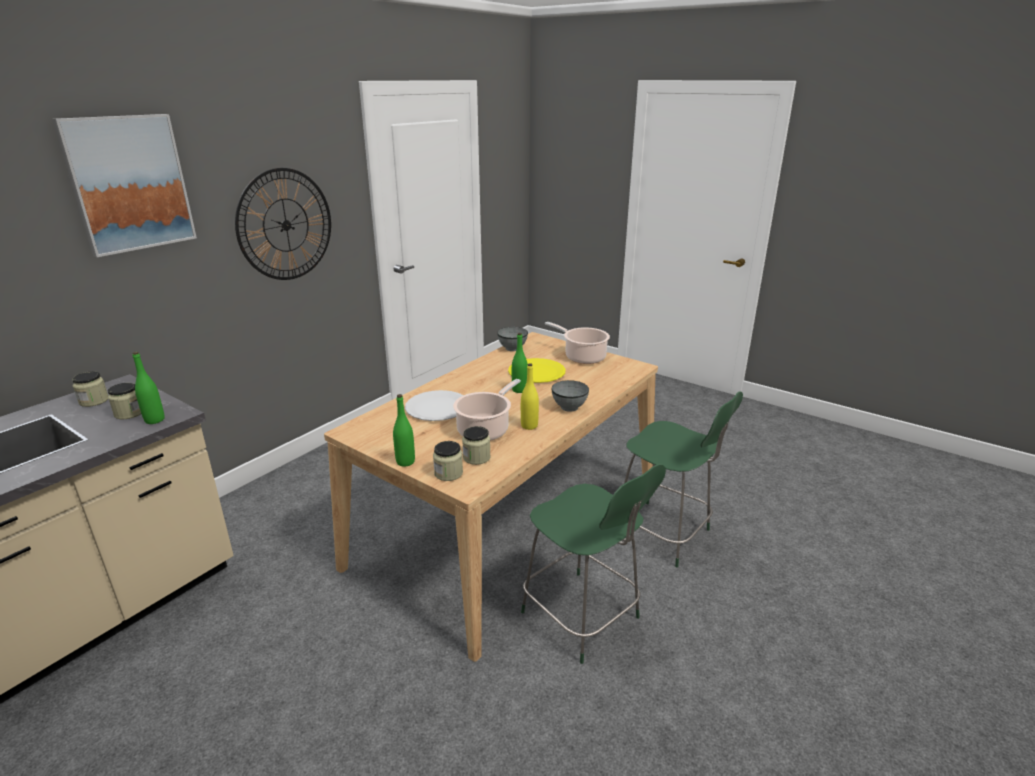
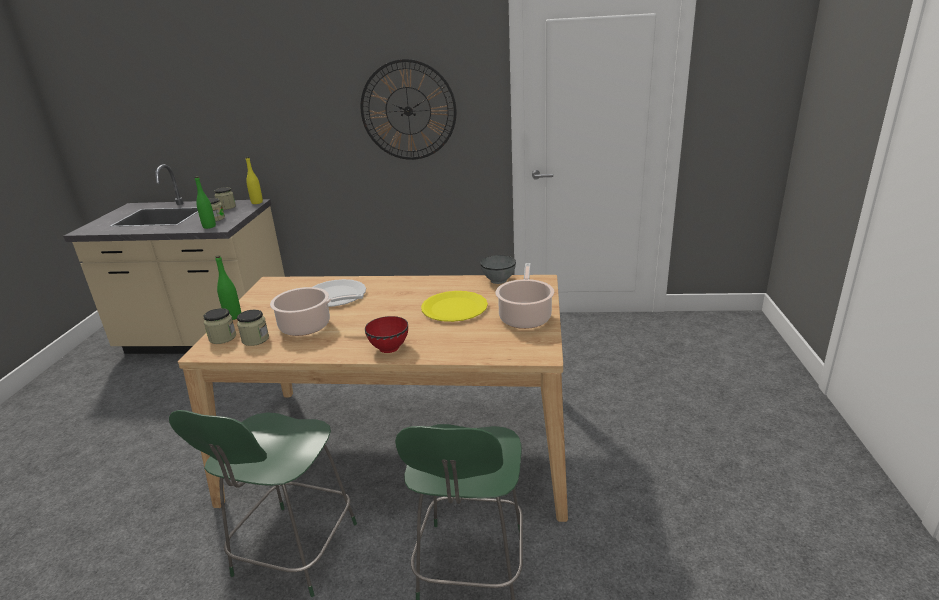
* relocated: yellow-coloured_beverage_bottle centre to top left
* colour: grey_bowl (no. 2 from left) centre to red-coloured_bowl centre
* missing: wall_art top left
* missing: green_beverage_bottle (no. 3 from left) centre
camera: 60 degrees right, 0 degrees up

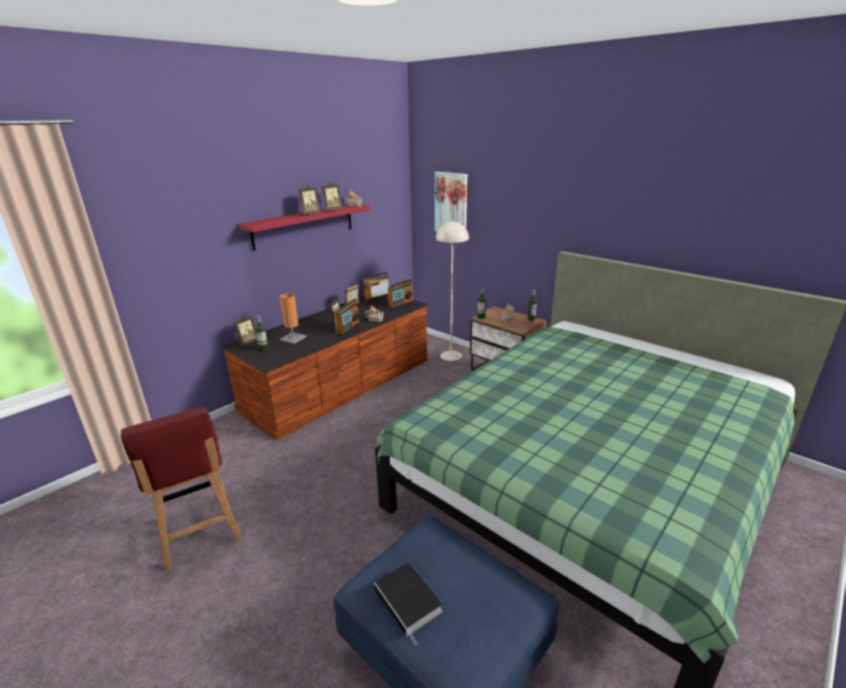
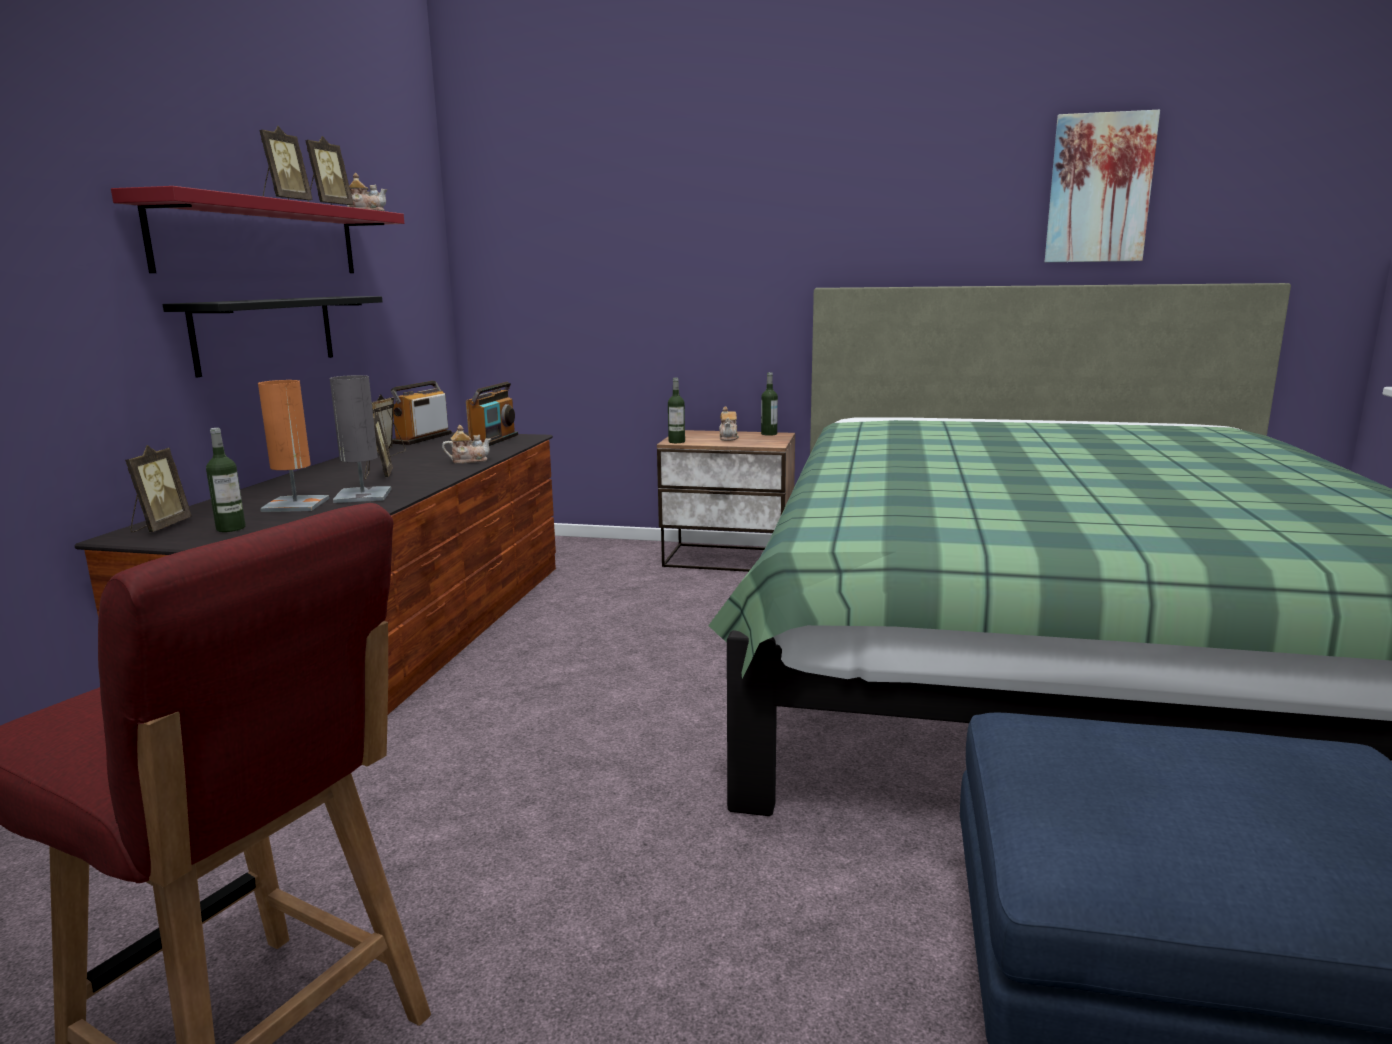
* appeared: black-coloured_shelf top left
* appeared: grey_tabletop_lamp middle left
* relocated: wall_art top centre to top right
* missing: radio_receiver (no. 1 from left) centre
* missing: bound_book bottom centre
* missing: beige-coloured_floor_lamp centre
camera: 30 degrees left, 10 degrees down

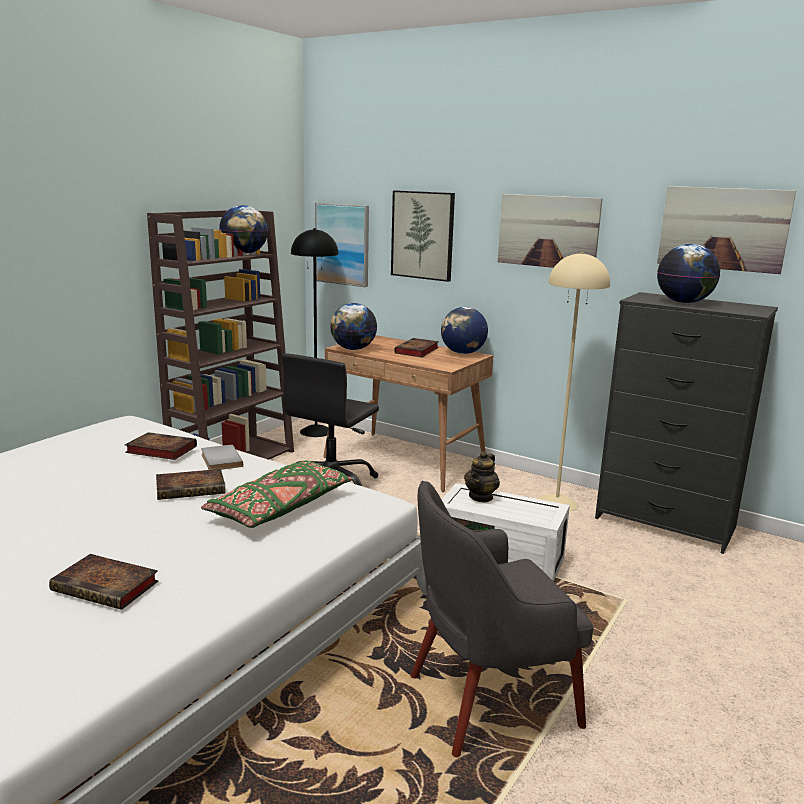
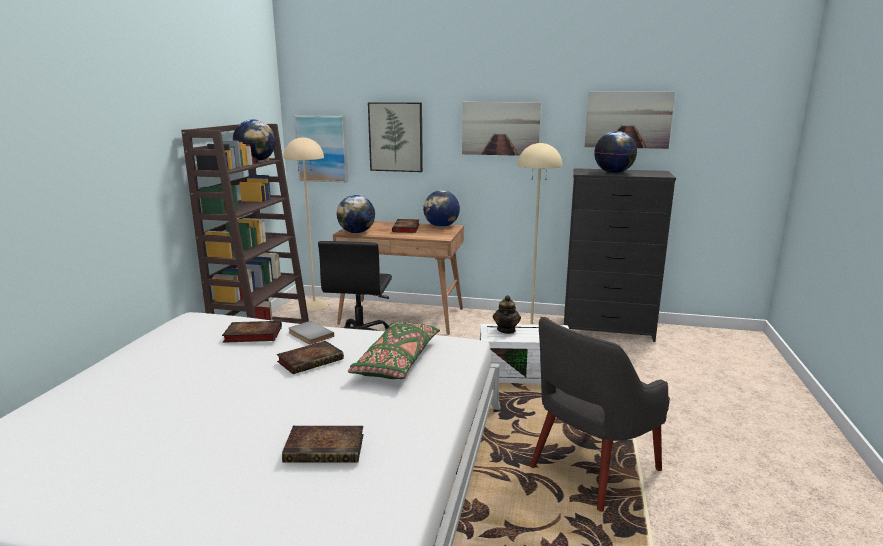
* colour: black-coloured_floor_lamp centre to beige-coloured_floor_lamp (no. 1 from left) centre
camera: 20 degrees left, 0 degrees up

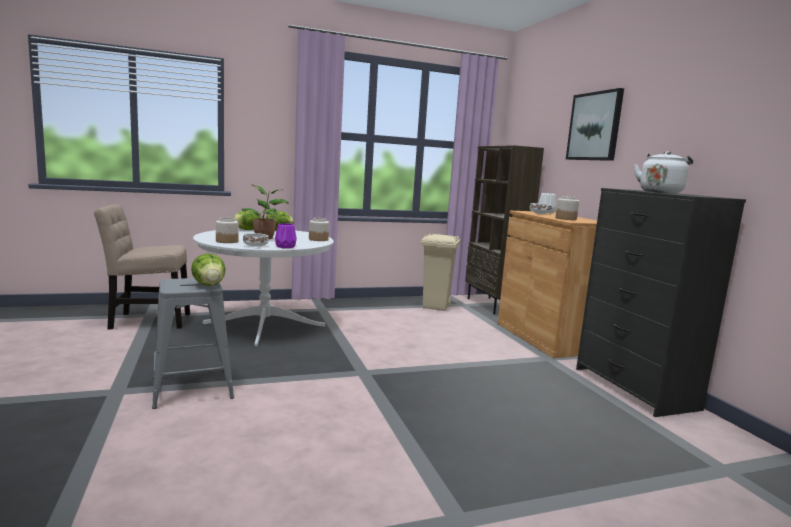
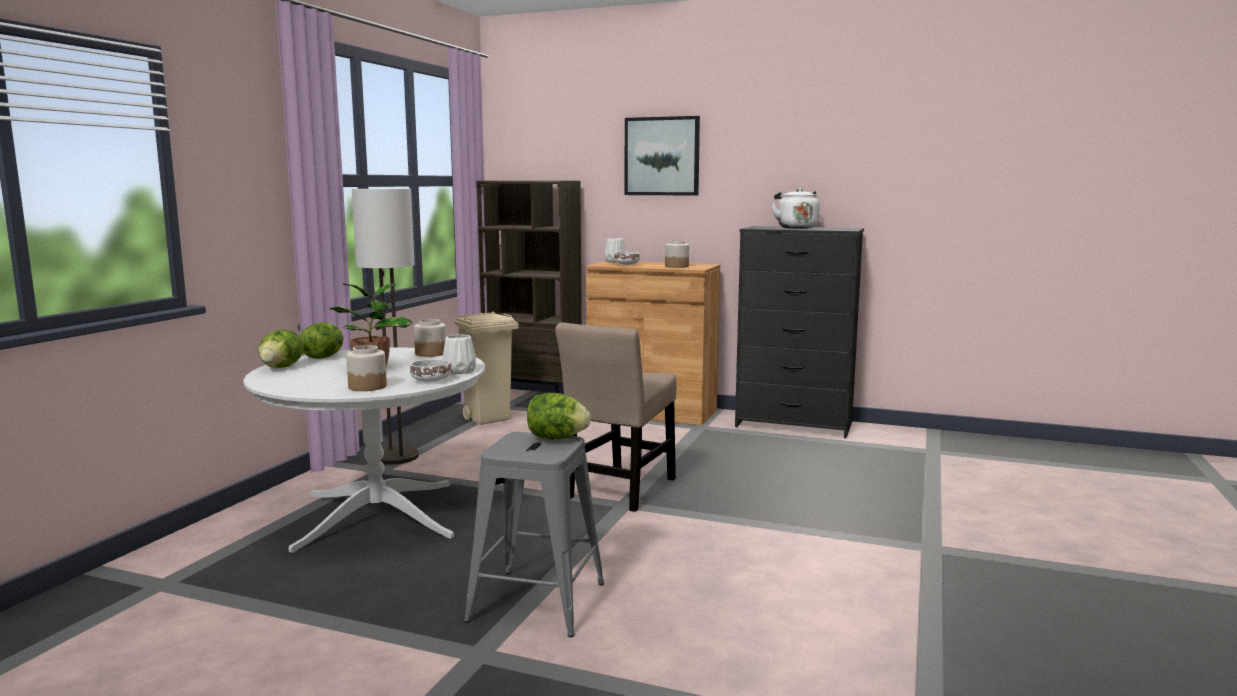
* appeared: floor_lamp middle left
* colour: purple-coloured_vase centre to whitish_vase (no. 1 from left) centre
* relocated: beige-coloured_chair middle left to centre
camera: 50 degrees left, 0 degrees up

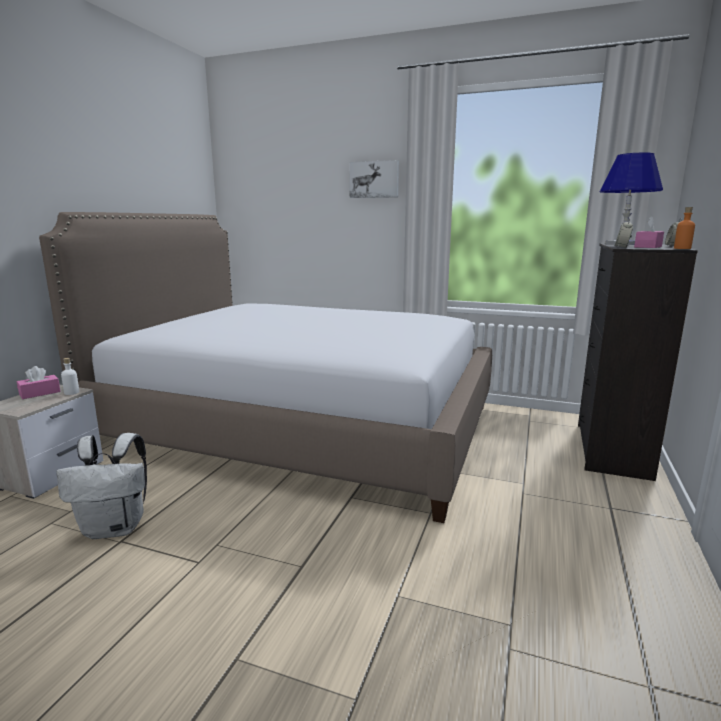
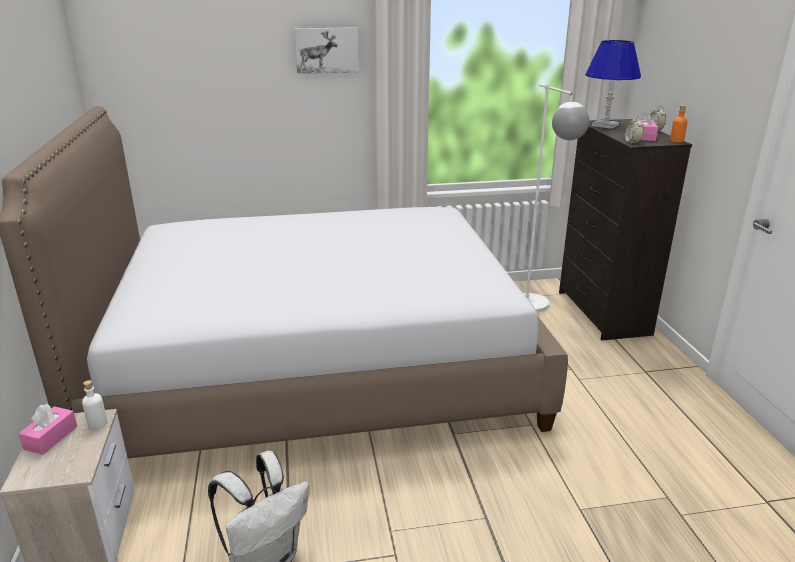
* appeared: whitish_floor_lamp middle right
camera: 30 degrees left, 10 degrees up

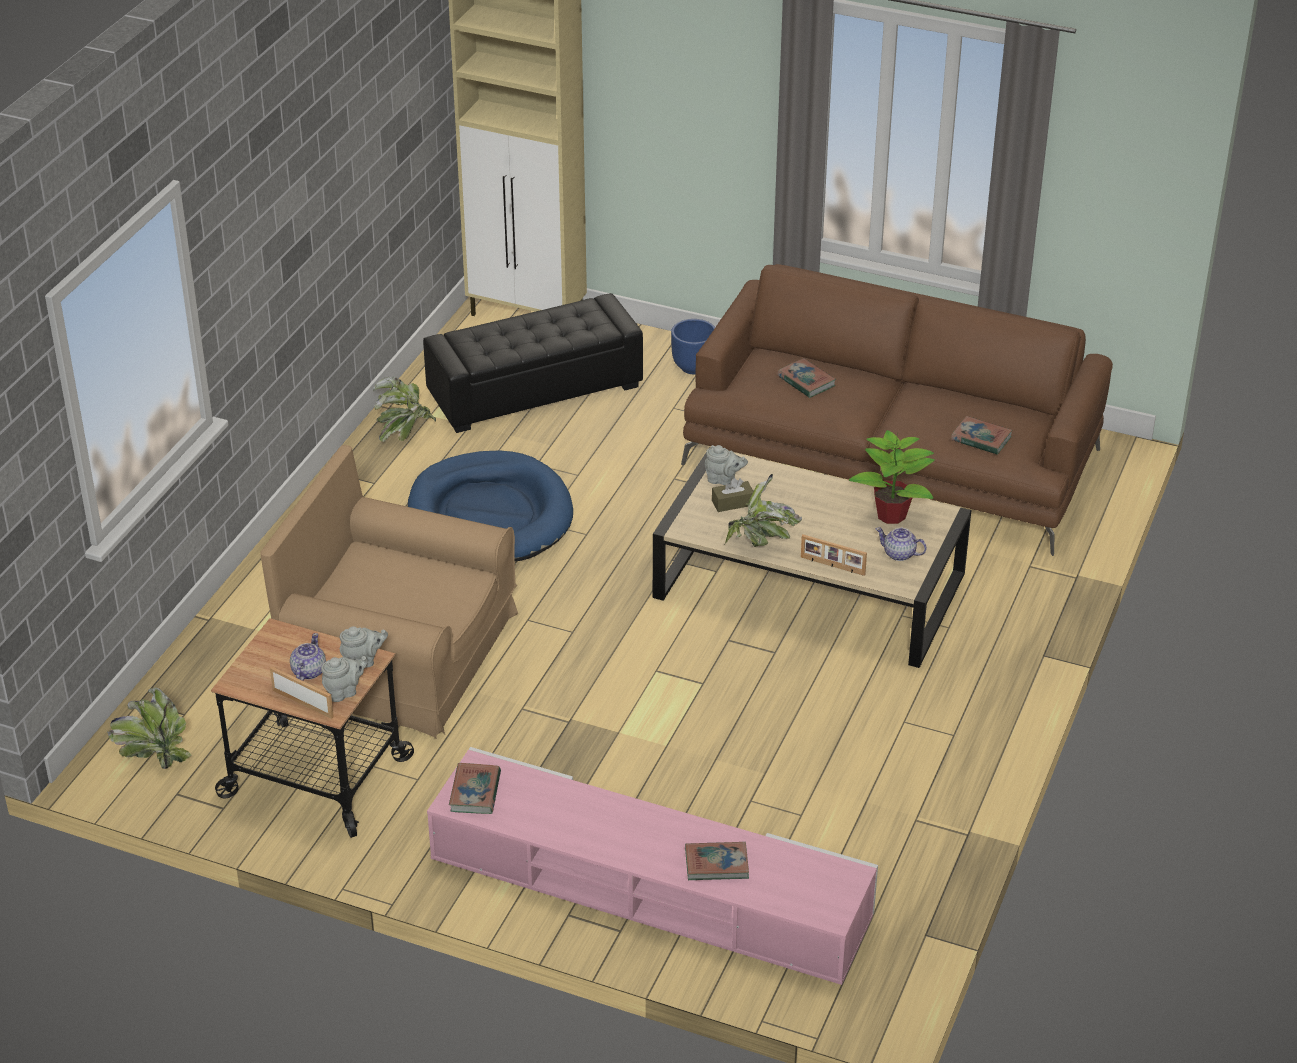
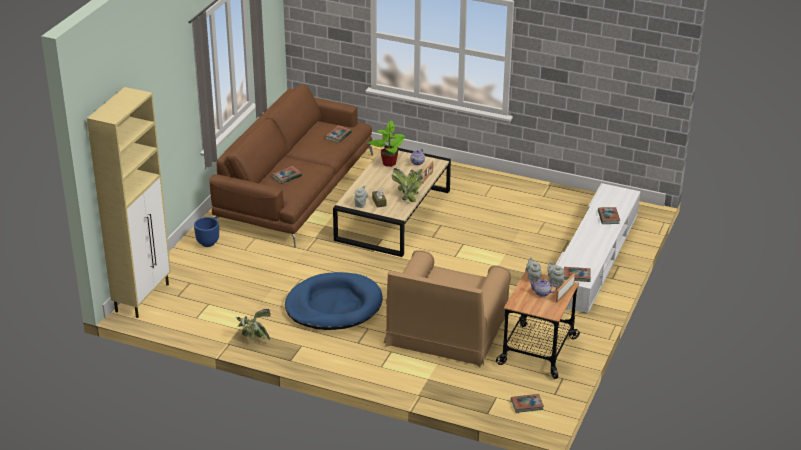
* exchanged: houseplant (no. 1 from left) bottom left to bound_book (no. 3 from left) bottom centre
* colour: pink-coloured_tv_unit bottom centre to whitish_tv_unit middle right
* missing: black-coloured_pouffe centre
camera: 90 degrees left, 5 degrees down

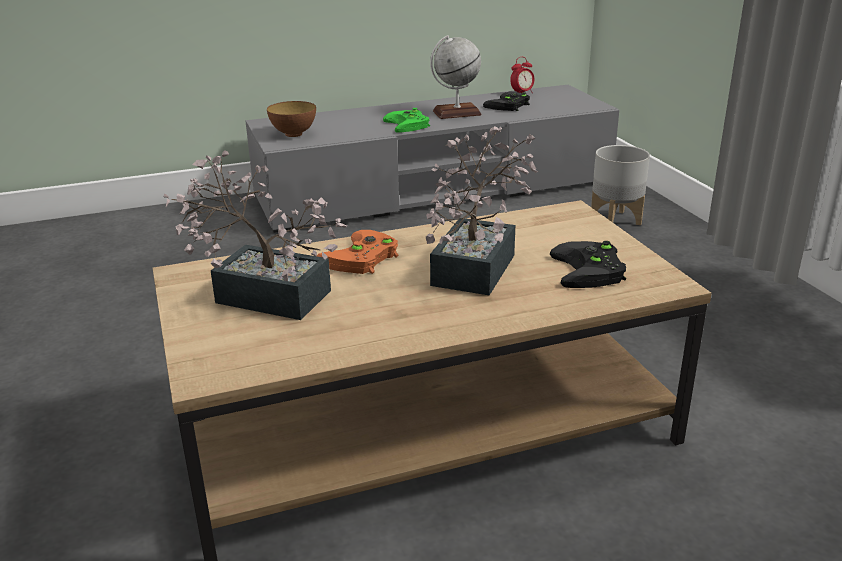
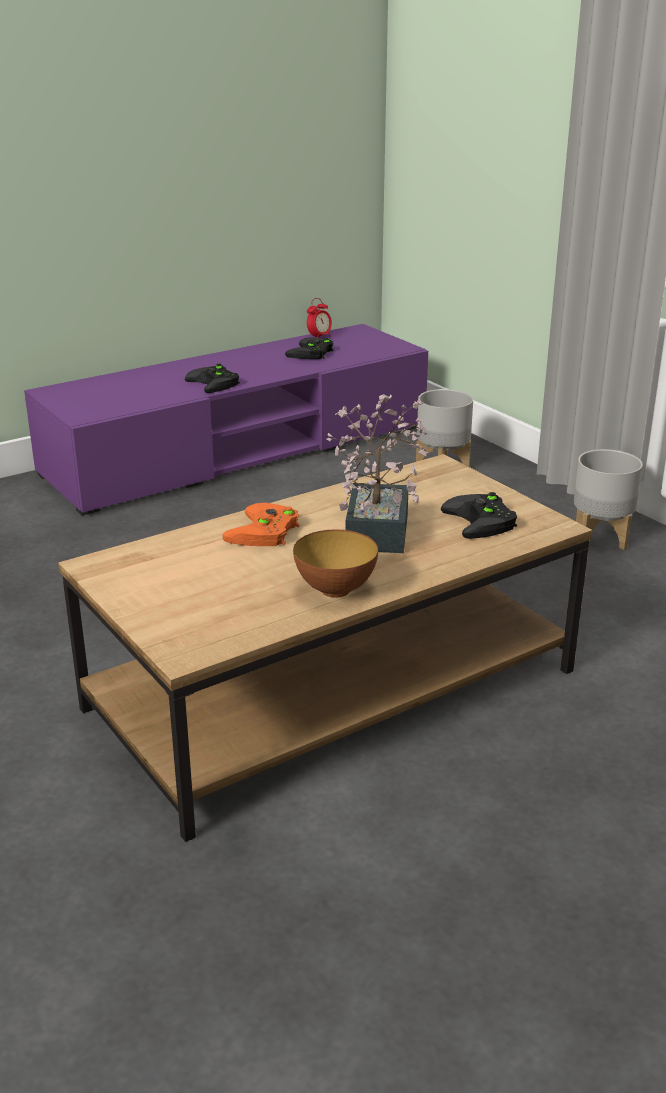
* colour: grey_tv_unit top centre to purple-coloured_tv_unit centre
* colour: green_game_controller top centre to black-coloured_game_controller (no. 1 from left) middle left
* relocated: bowl top centre to centre
* appeared: grey_flower_pot (no. 2 from left) middle right
* missing: houseplant (no. 1 from left) middle left
* missing: globe top centre
camera: 15 degrees left, 0 degrees up

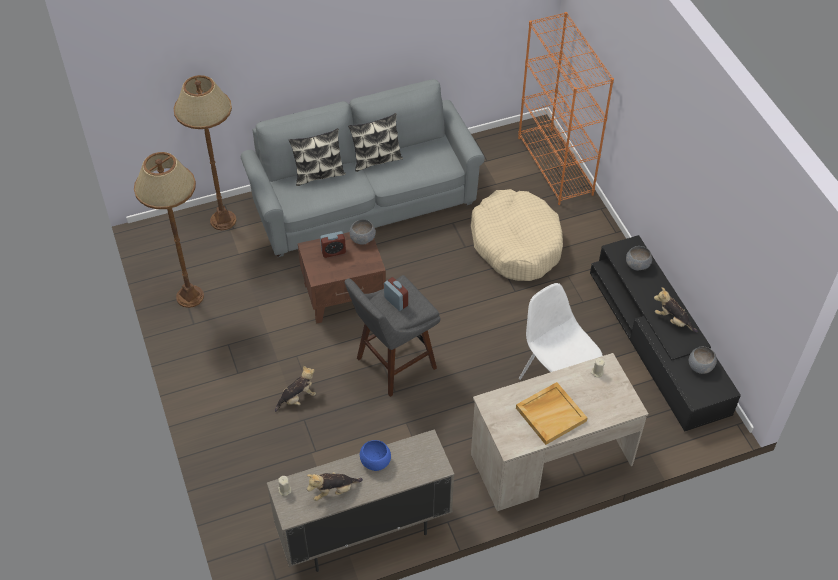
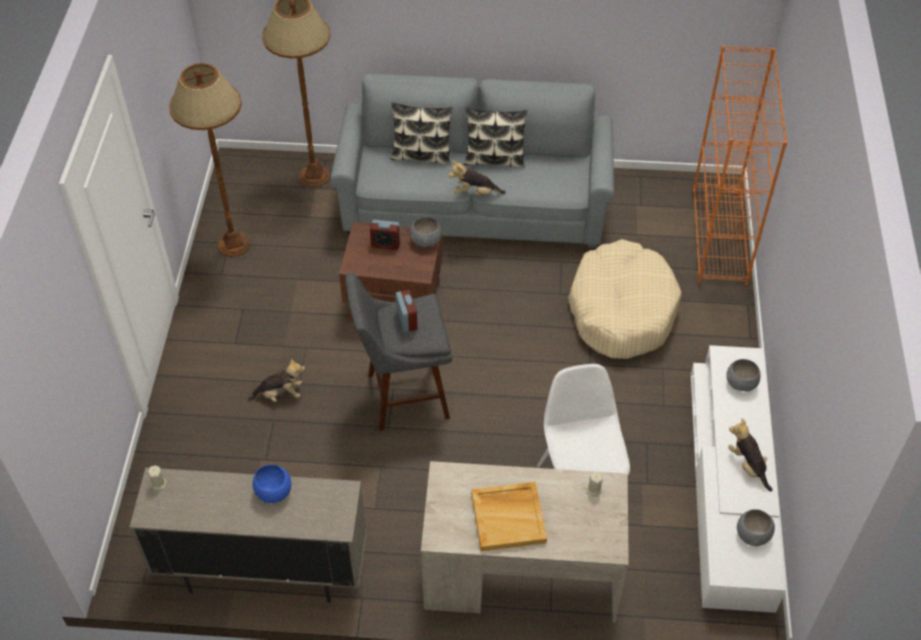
* relocated: cuddly_toy (no. 2 from left) bottom centre to top centre
* colour: black-coloured_tv_unit middle right to whitish_tv_unit bottom right
camera: 25 degrees right, 0 degrees up

